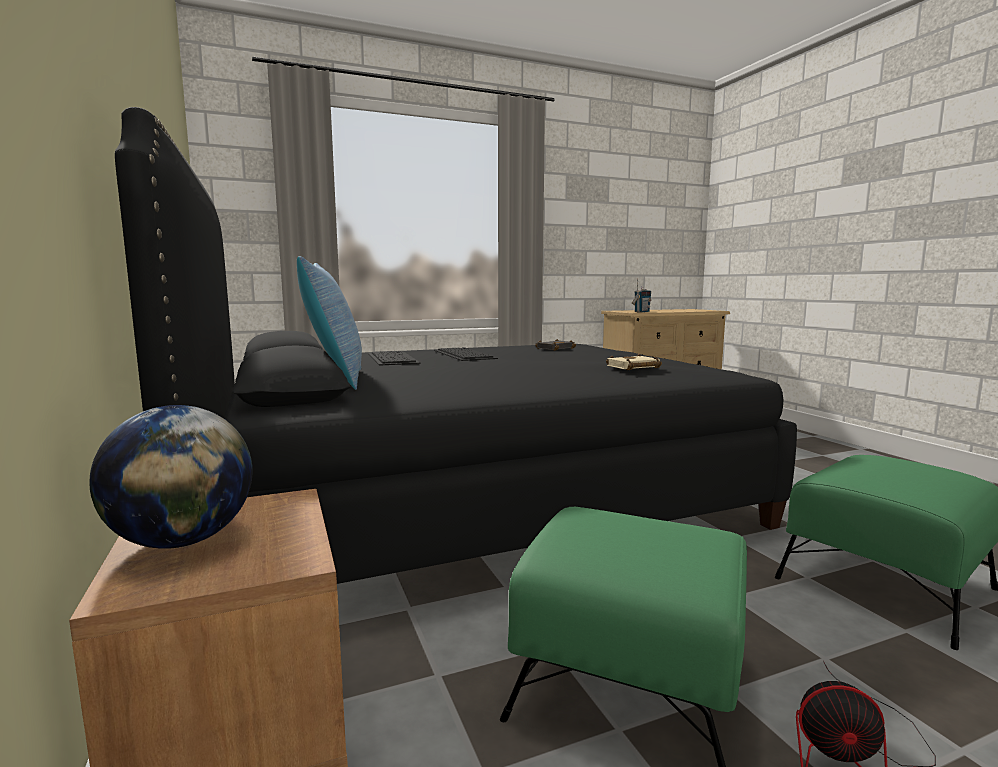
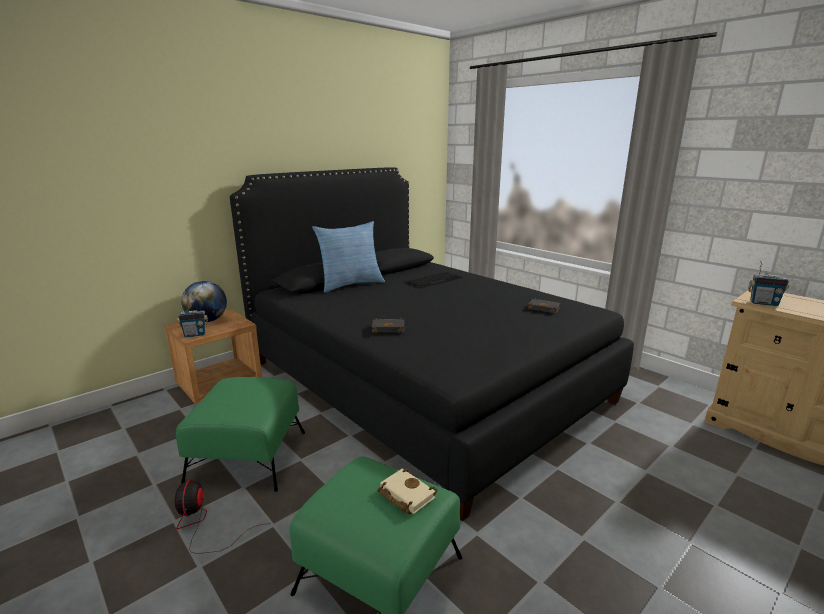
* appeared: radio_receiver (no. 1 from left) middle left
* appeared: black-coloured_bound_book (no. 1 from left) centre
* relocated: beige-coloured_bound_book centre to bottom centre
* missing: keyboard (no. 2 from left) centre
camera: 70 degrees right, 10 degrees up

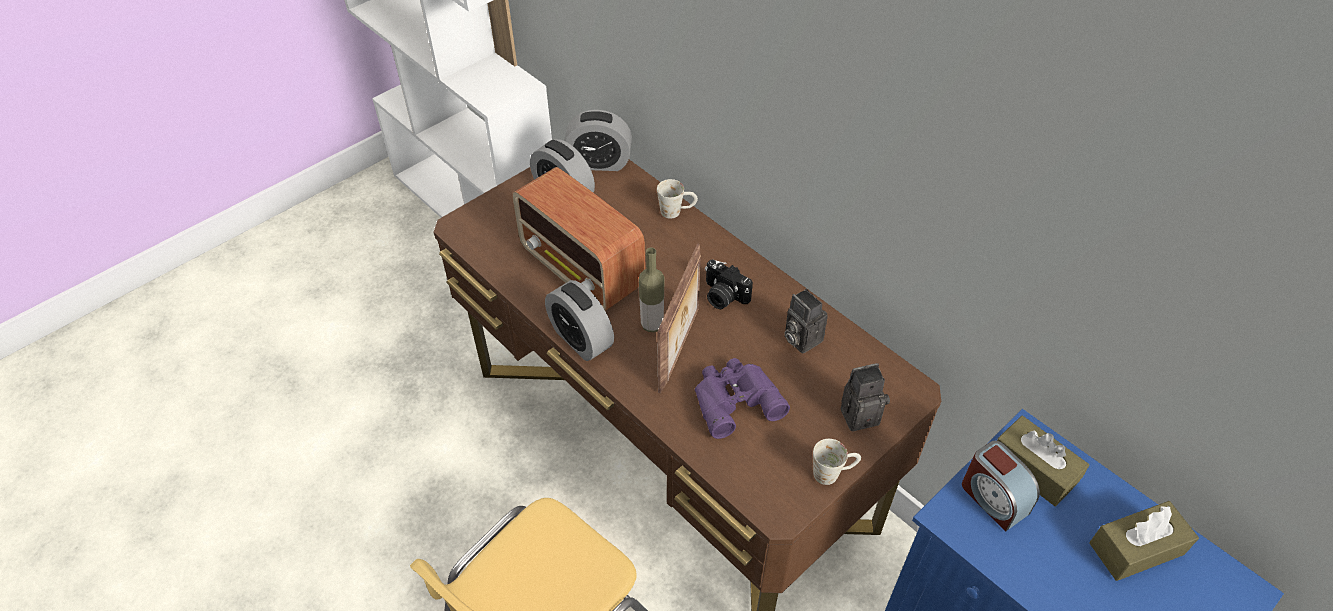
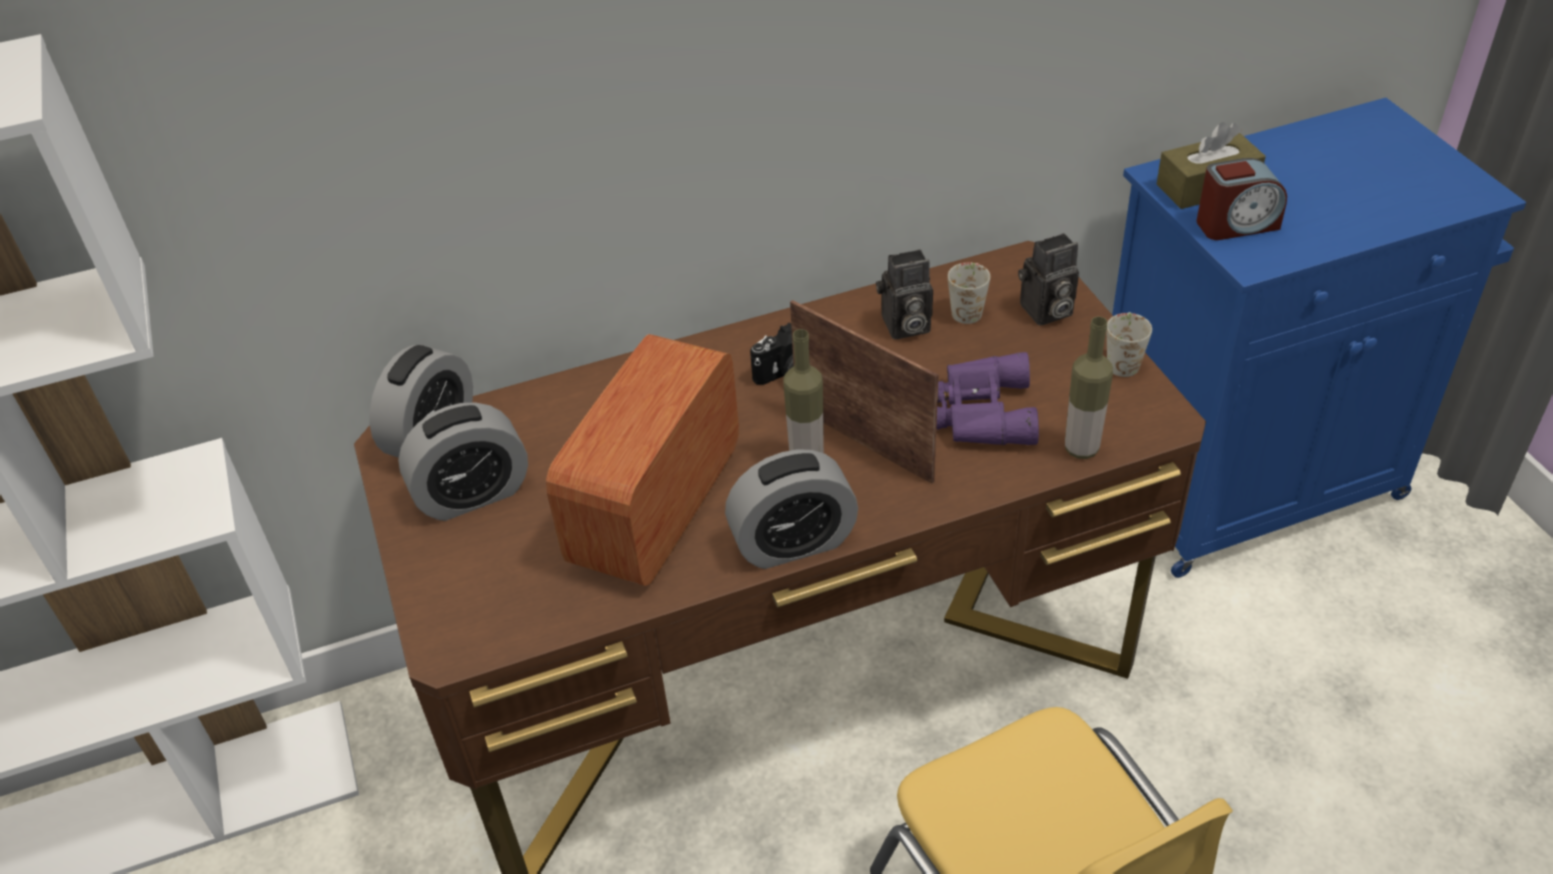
* spun: radio_receiver centre = centre 135 degrees clockwise
* relocated: whitish_tea_mug (no. 1 from left) top centre to centre
* spun: still_camera (no. 3 from left) centre = top right 120 degrees counterclockwise
* appeared: beverage_bottle (no. 2 from left) middle right
* missing: brownish_tissue_box (no. 2 from left) bottom right
camera: 65 degrees left, 5 degrees down

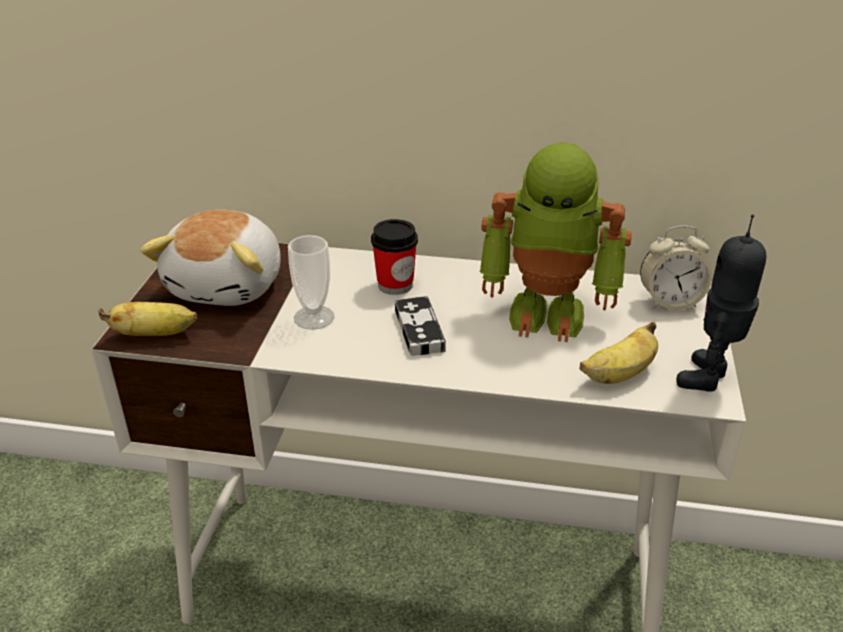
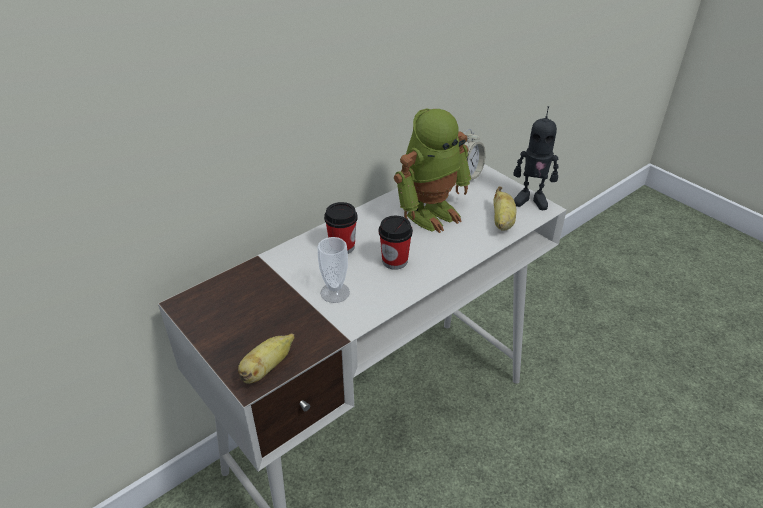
* exchanged: game_controller centre to drinking_cup (no. 3 from left) centre
* spun: model_robot (no. 2 from left) middle right = top right 60 degrees counterclockwise
* missing: cuddly_toy middle left
camera: 50 degrees left, 5 degrees up

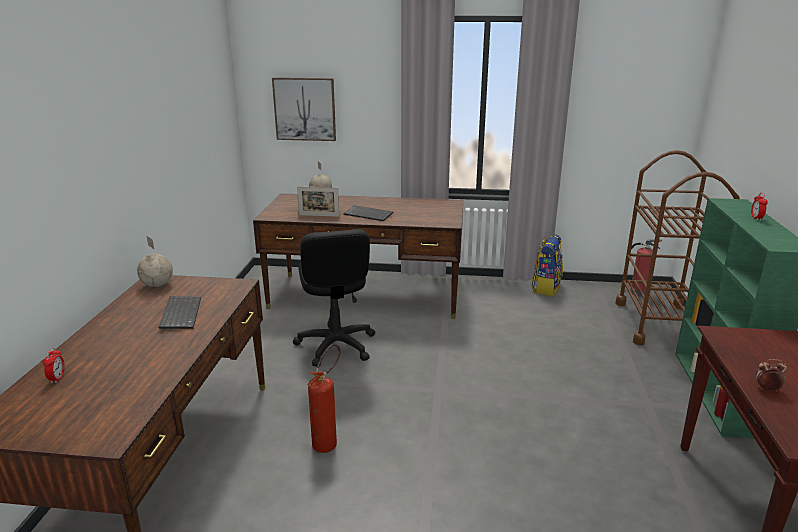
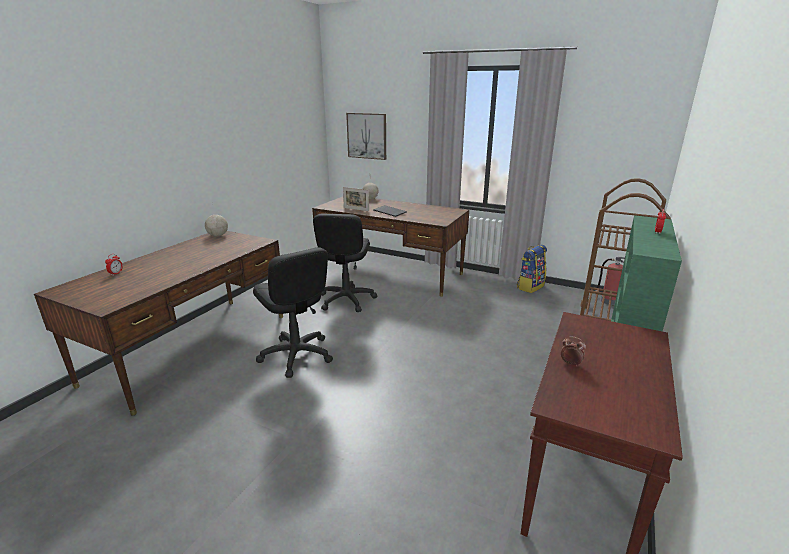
* exchanged: fire_extinguisher (no. 1 from left) bottom centre to black-coloured_office_chair (no. 1 from left) centre
* missing: keyboard (no. 1 from left) middle left
camera: 20 degrees right, 0 degrees up

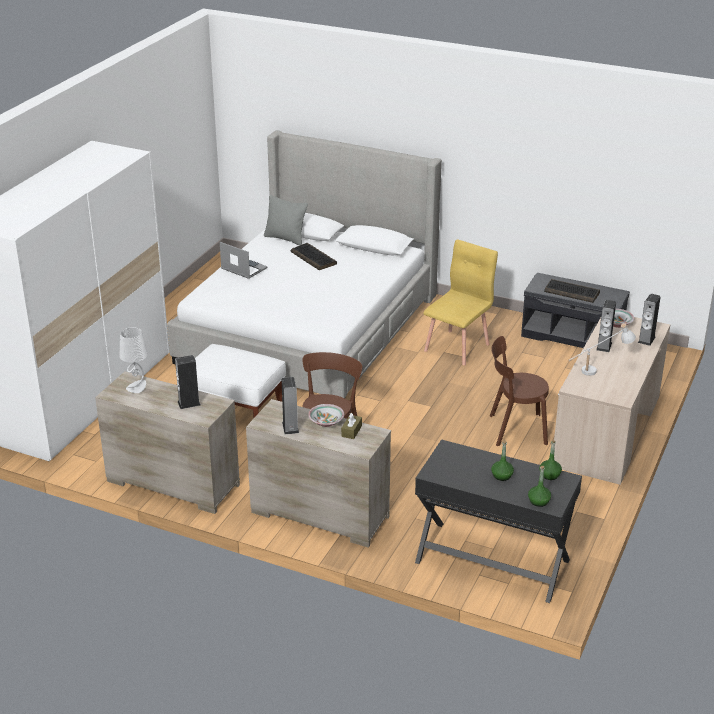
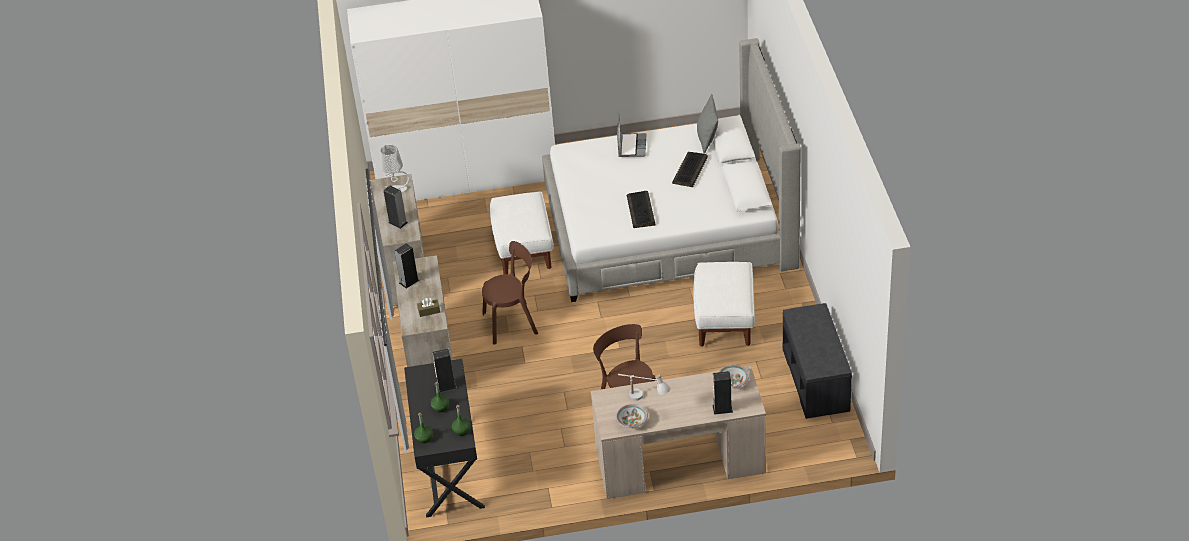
* relocated: audio_speaker (no. 3 from left) middle right to bottom centre
* relocated: bowl (no. 1 from left) centre to bottom centre
* relocated: keyboard (no. 2 from left in the first image) middle right to keyboard (no. 1 from left) centre
* exchanged: yellow-coloured_chair centre to whitish_pouffe (no. 2 from left) centre
camera: 60 degrees right, 10 degrees up

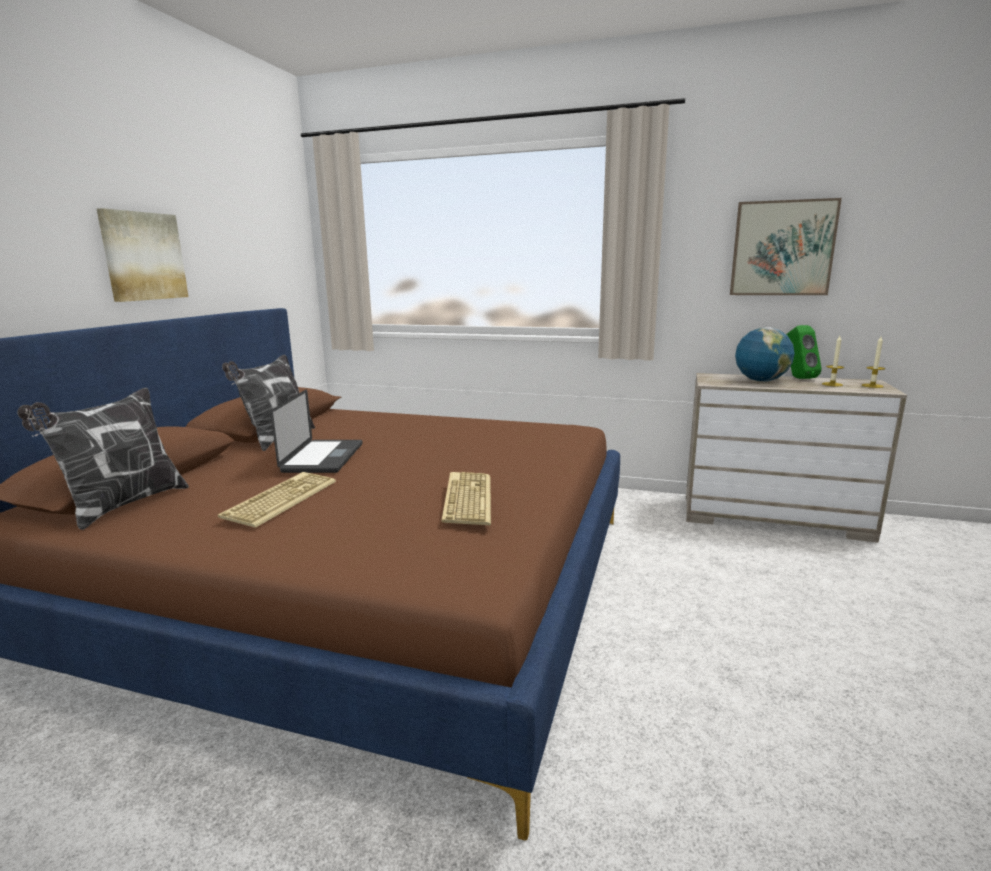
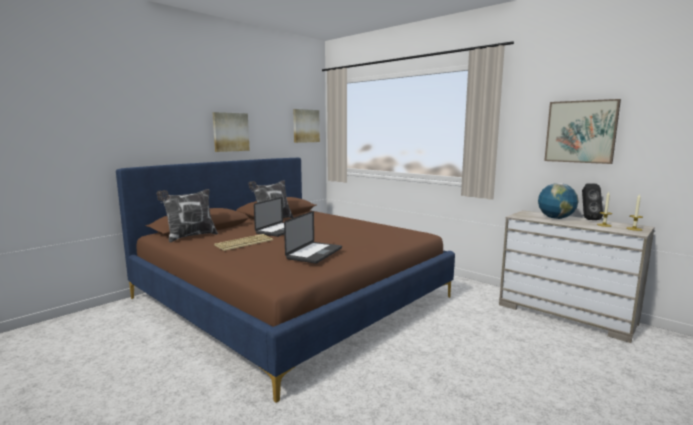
* exchanged: keyboard (no. 2 from left) centre to portable_computer (no. 2 from left) centre
* appeared: wall_art (no. 2 from left) top centre
* colour: green_audio_speaker middle right to black-coloured_audio_speaker middle right
camera: 25 degrees right, 5 degrees down

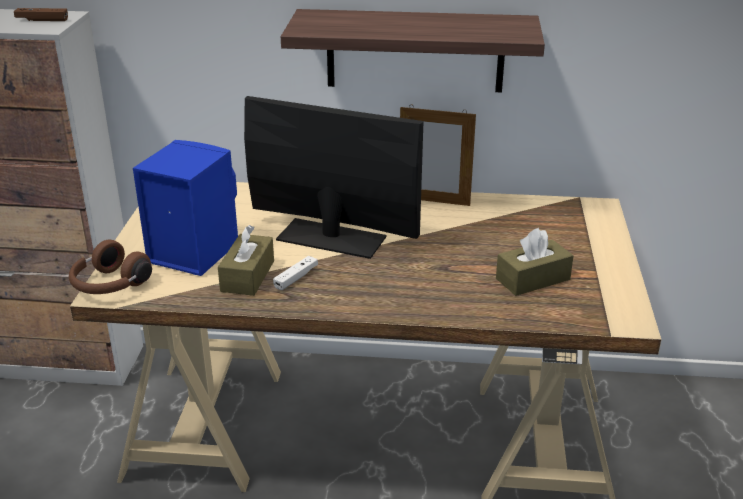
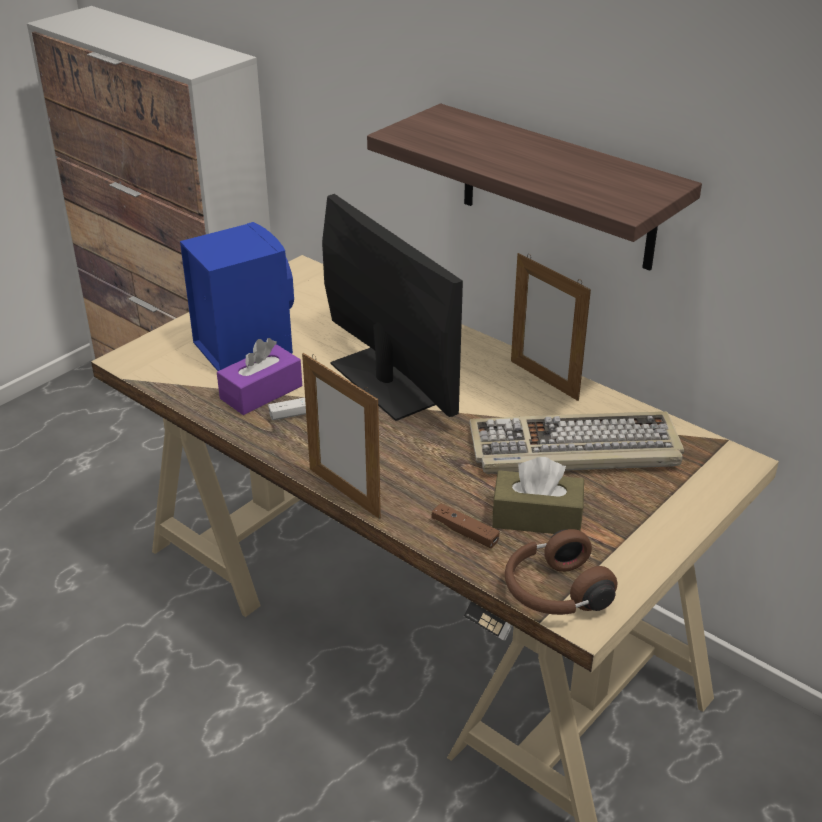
* colour: brownish_tissue_box (no. 1 from left) middle left to purple-coloured_tissue_box middle left
* appeared: picture_frame (no. 1 from left) centre
* relocated: brownish_game_controller top left to centre
* appeared: keyboard middle right
* relocated: brownish_headset middle left to bottom right
camera: 35 degrees right, 5 degrees up

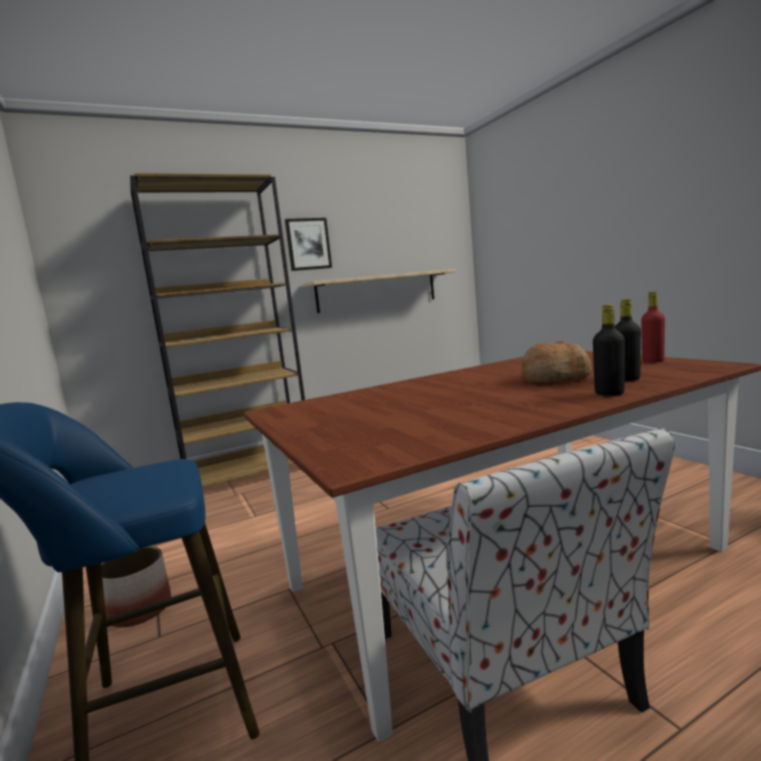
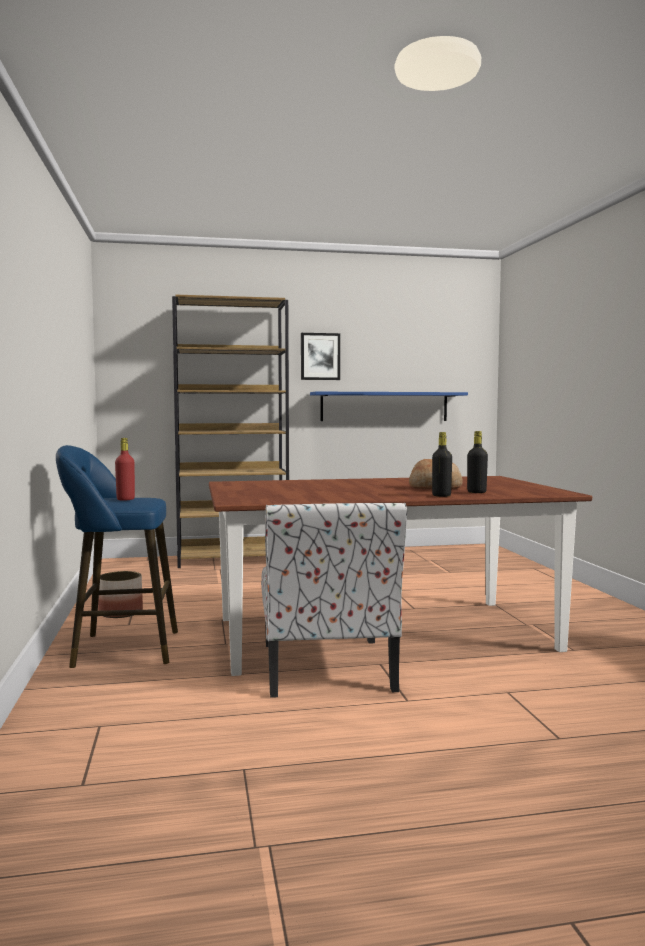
* relocated: red-coloured_beverage_bottle middle right to middle left
* colour: beige-coloured_shelf centre to blue_shelf centre
camera: 15 degrees right, 5 degrees down

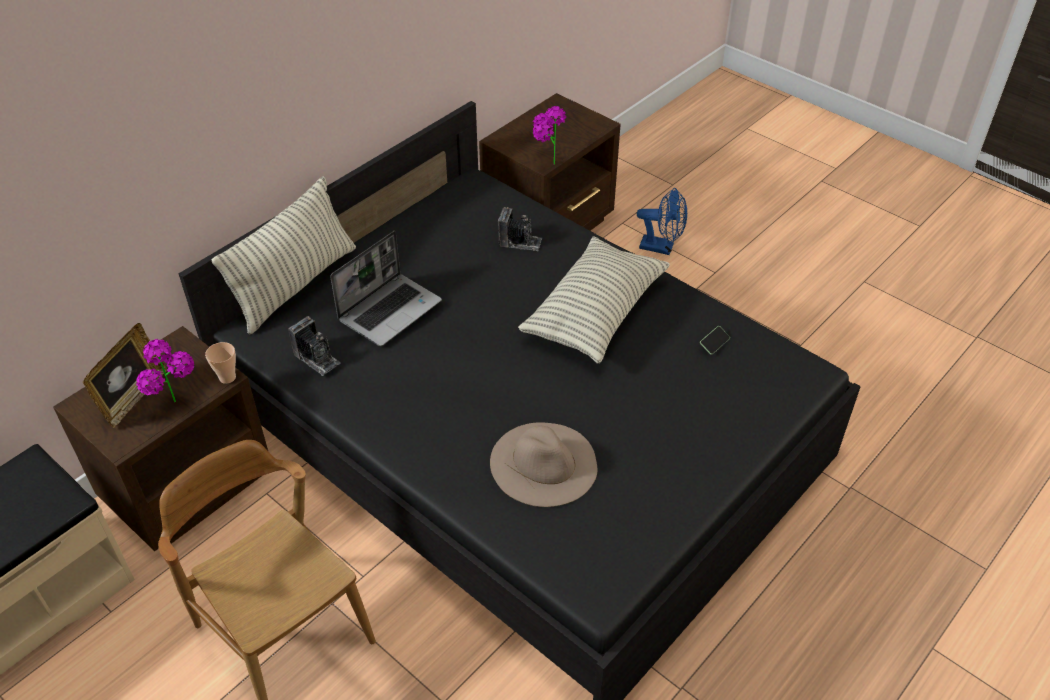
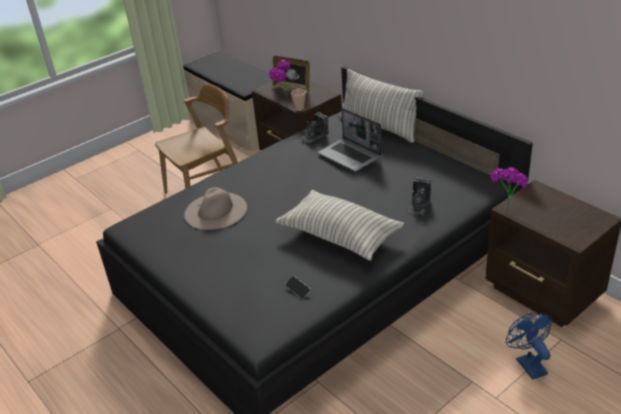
* spun: blue_cooling_fan top centre = bottom right 135 degrees clockwise
camera: 100 degrees right, 10 degrees down

